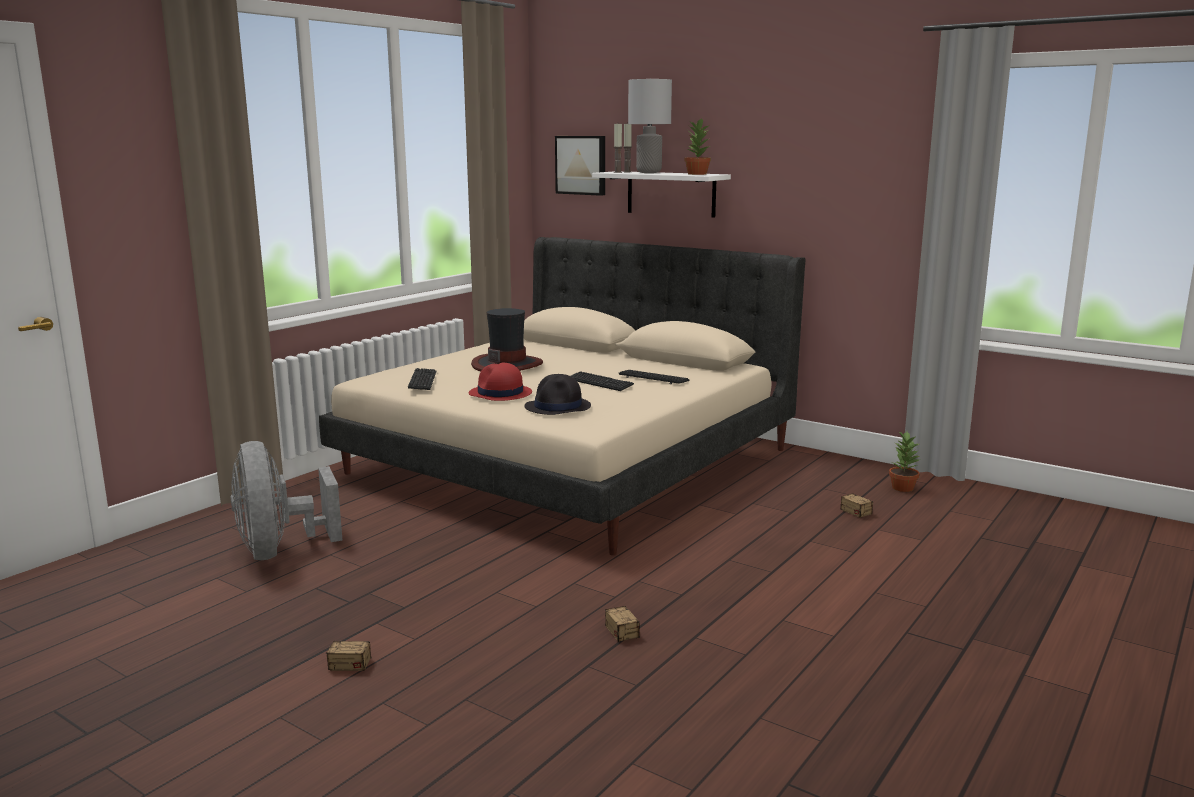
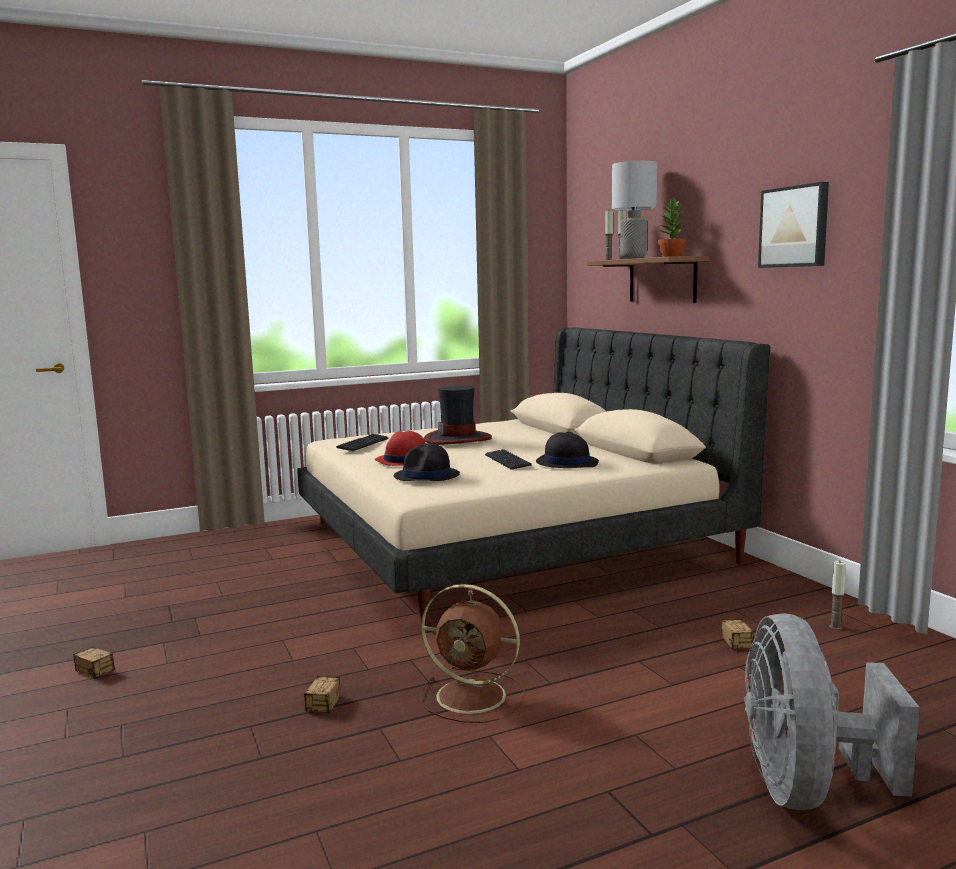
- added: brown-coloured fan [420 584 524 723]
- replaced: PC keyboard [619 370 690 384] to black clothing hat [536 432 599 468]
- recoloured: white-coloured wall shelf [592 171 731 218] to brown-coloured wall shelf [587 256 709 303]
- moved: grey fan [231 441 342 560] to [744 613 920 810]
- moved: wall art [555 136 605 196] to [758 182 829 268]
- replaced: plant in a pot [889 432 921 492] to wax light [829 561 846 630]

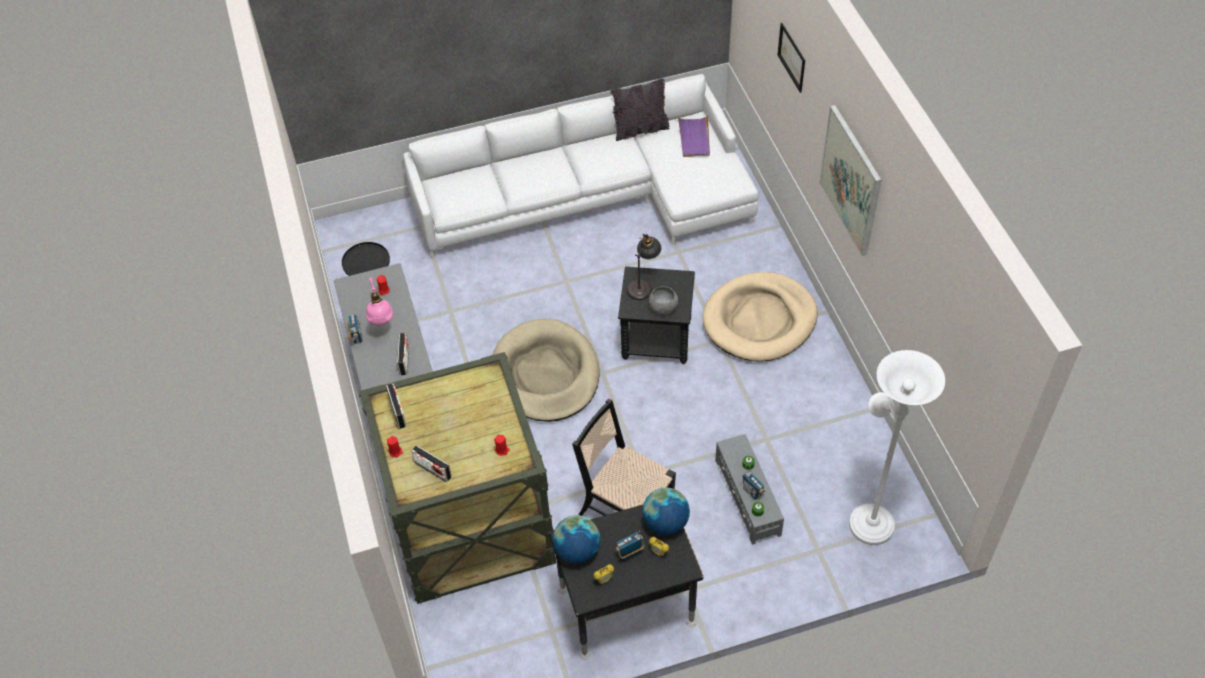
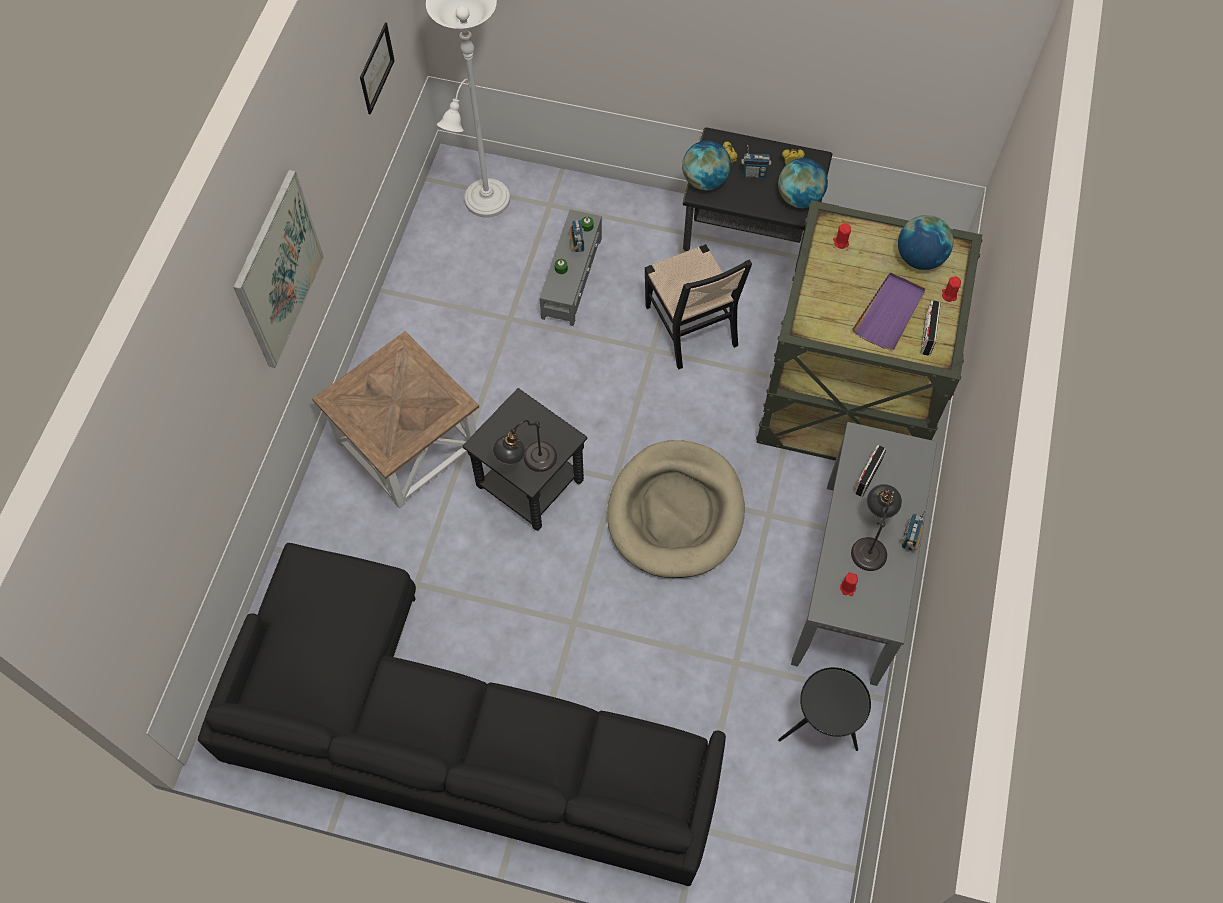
- recoloured: white-coloured settee [403 74 759 258] to black settee [198 543 726 886]
- replaced: beige-coloured dog bed [702 272 818 362] to brown-coloured end table [312 331 479 509]
- moved: wall art [778 23 805 93] to [360 23 395 115]
- recoloured: pink lamp for a table [366 277 393 326] to grey lamp for a table [851 484 902 571]
- moved: purplish carrying tray [678 115 710 157] to [852 272 925 350]
- replaced: radio receiver [412 445 452 482] to world globe [898 215 954 270]
- removed: black pillow [610 78 669 141]
- removed: grey serving bowl [649 286 678 315]

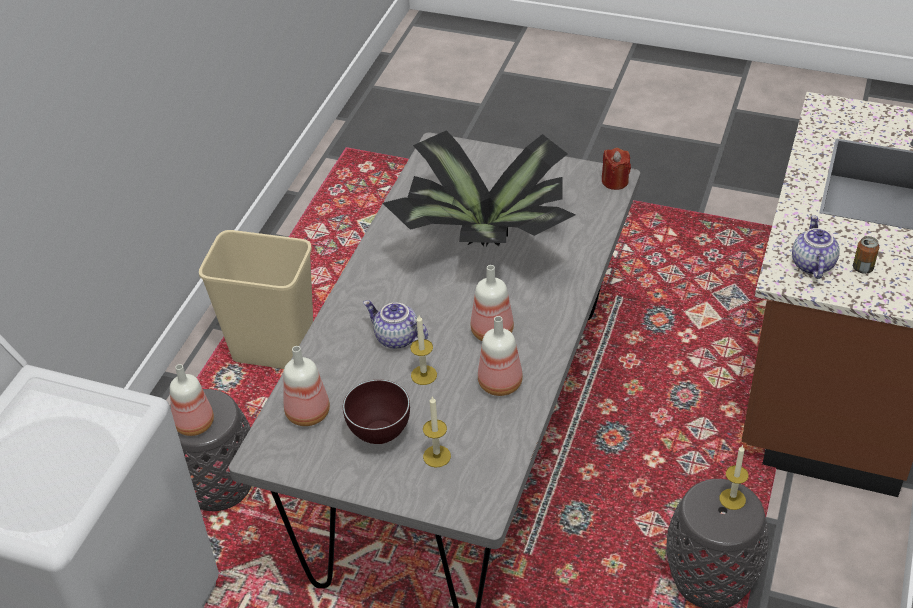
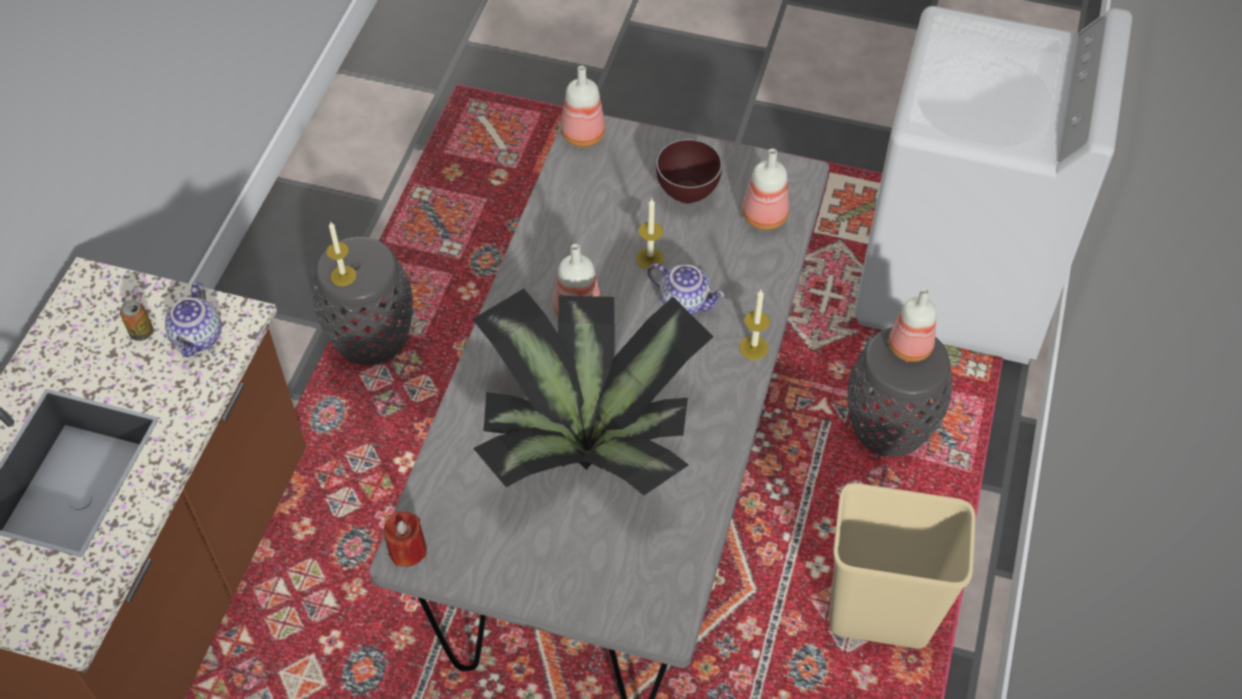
- moved: bottle [478 316 523 396] to [561 66 605 147]
- moved: wax light [423 396 451 468] to [739 290 770 360]

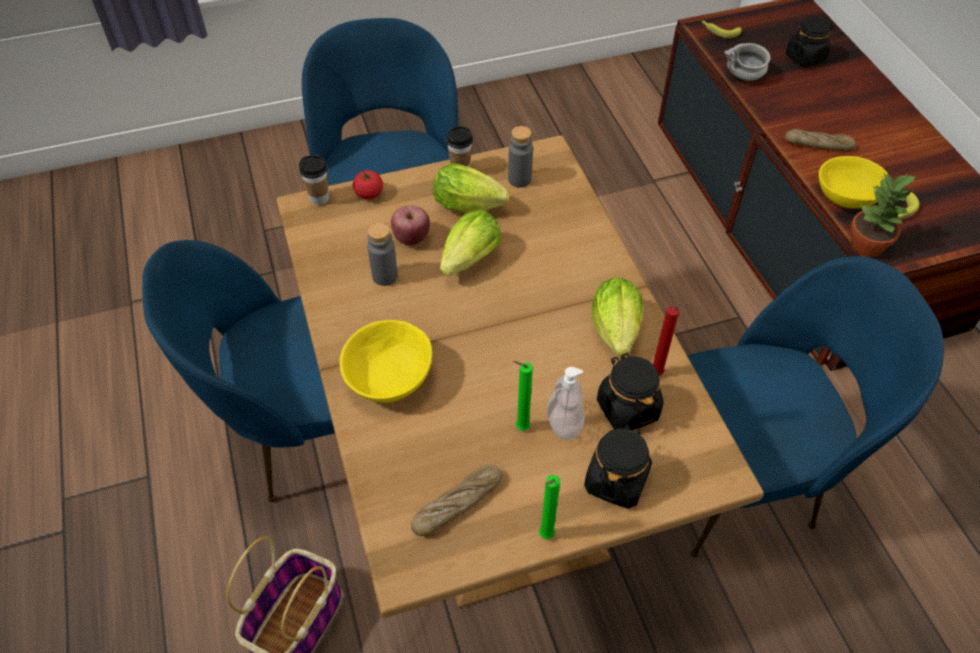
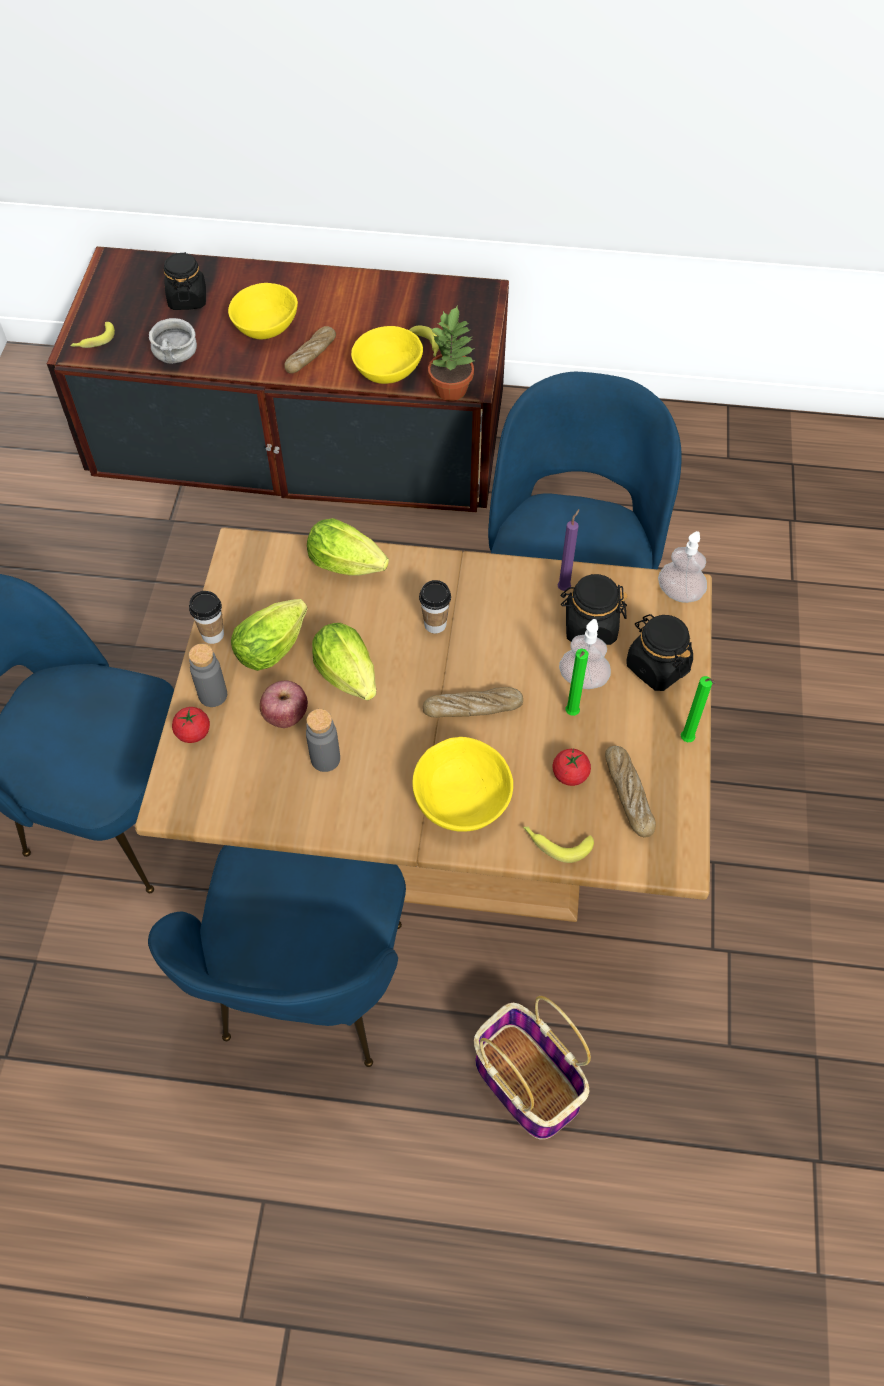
- moved: grey bottle [508 126 533 188] to [189 644 227 707]
- added: yellow-coloured serving bowl [228 283 298 339]
- moved: head of lettuce [592 277 643 357] to [307 518 389 576]
- moved: small cup [299 155 329 205] to [419 580 451 633]
- added: bakery bread [423 687 523 718]
- added: banana [523 827 594 863]
- added: whole tomato [553 749 591 786]
- recoloured: red wax light [653 303 688 376] to purplish wax light [558 509 579 591]
- added: soap bottle [658 531 707 603]

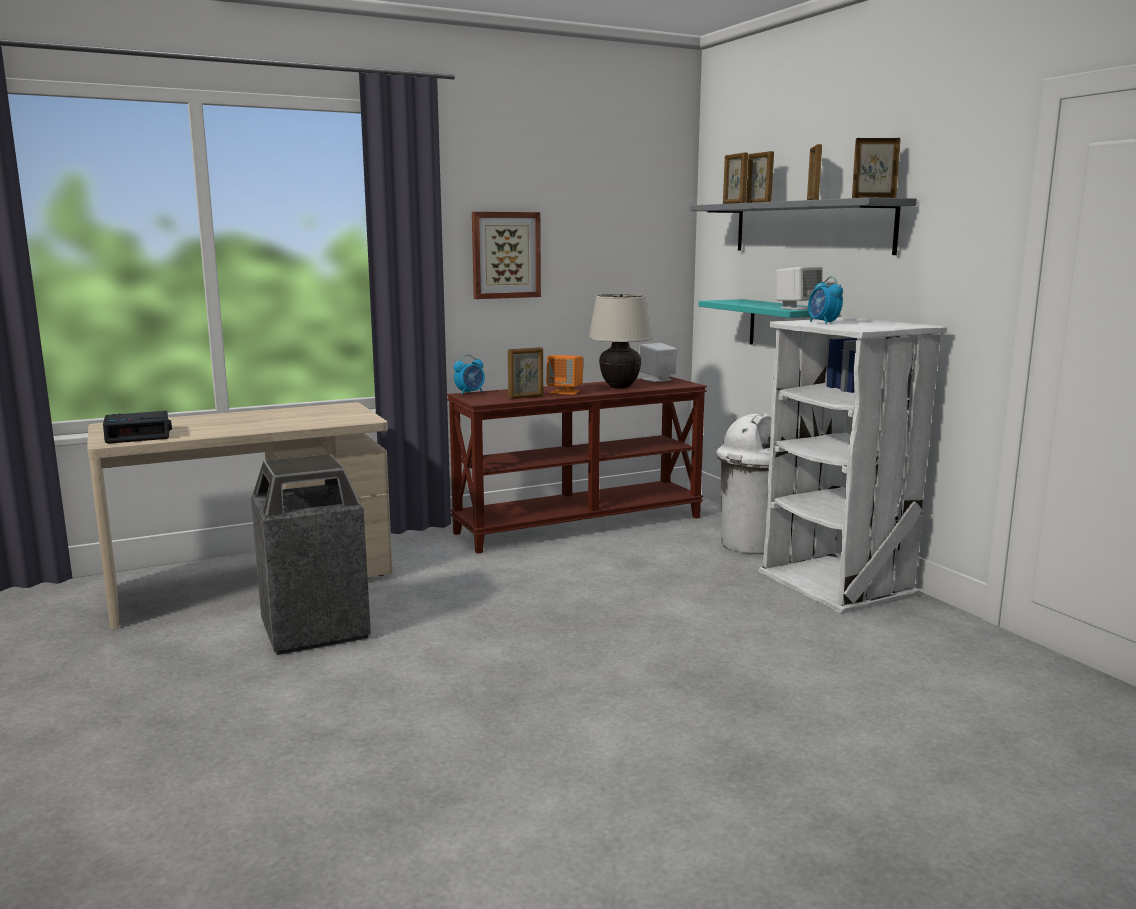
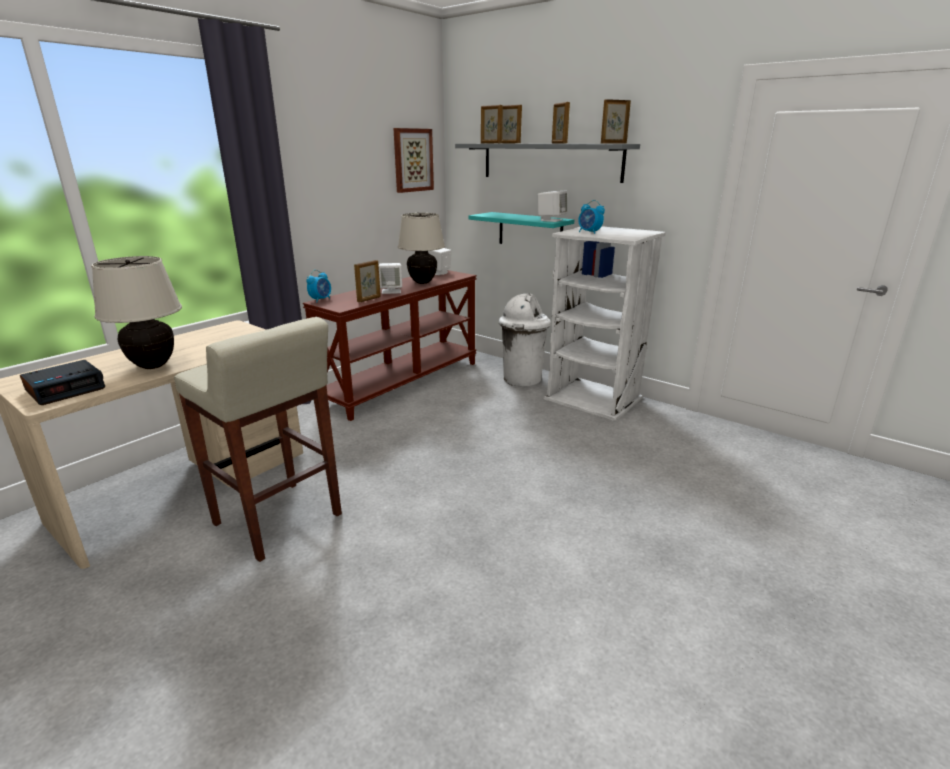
- added: beige-coloured lamp for a table [91 256 182 369]
- replaced: waste bin [251 454 371 655] to beige-coloured stool [174 317 342 562]
- recoloured: orange loudspeaker [546 355 583 395] to white-coloured loudspeaker [379 263 402 294]
- moved: wall art [472 212 541 299] to [393 128 434 193]

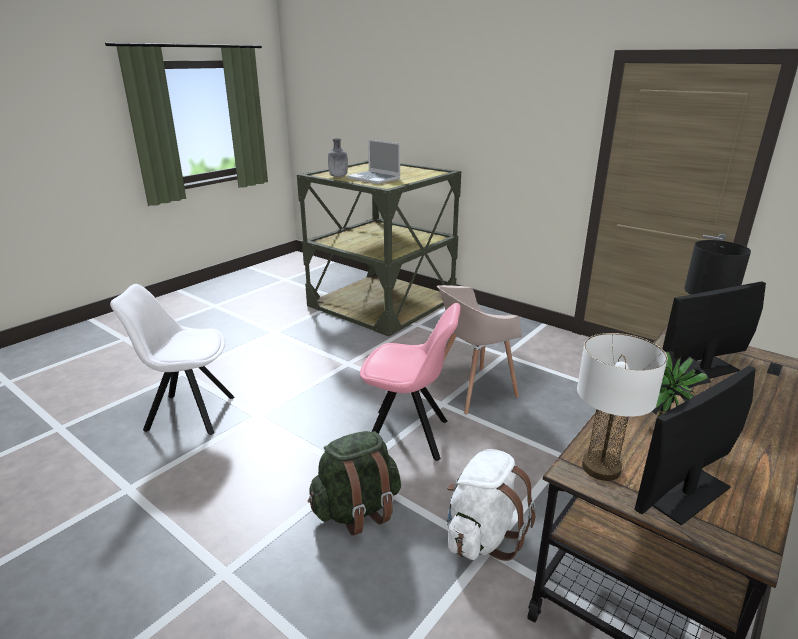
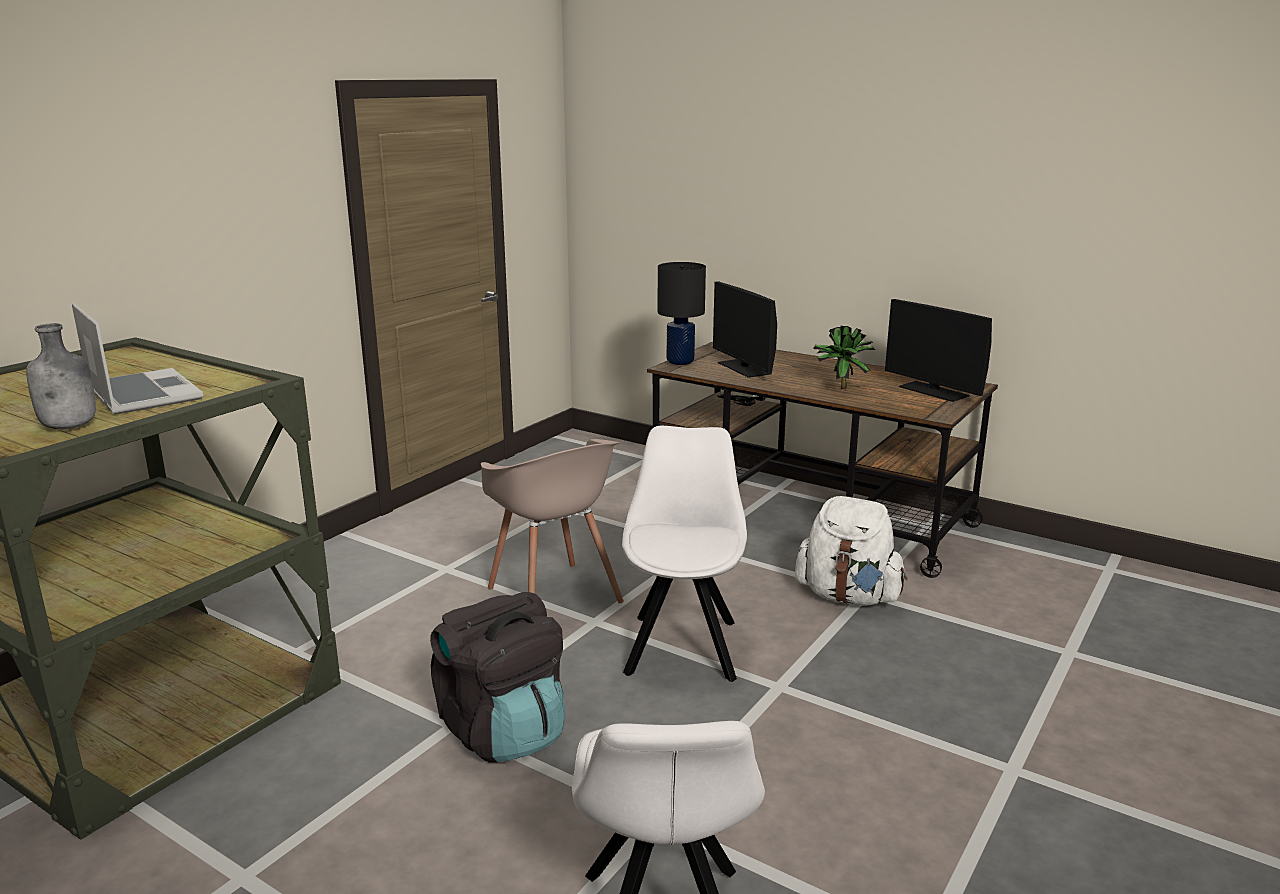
- turned: portable computer [347 139 401 184] = [72 303 203 415] 75 degrees counterclockwise
- added: black rucksack [430 592 565 762]
- recoloured: pink plain chair [360 303 461 461] to white-coloured plain chair [622 426 747 682]
- removed: green-coloured rucksack [308 431 401 536]
- removed: lamp for a table [577 333 668 481]

